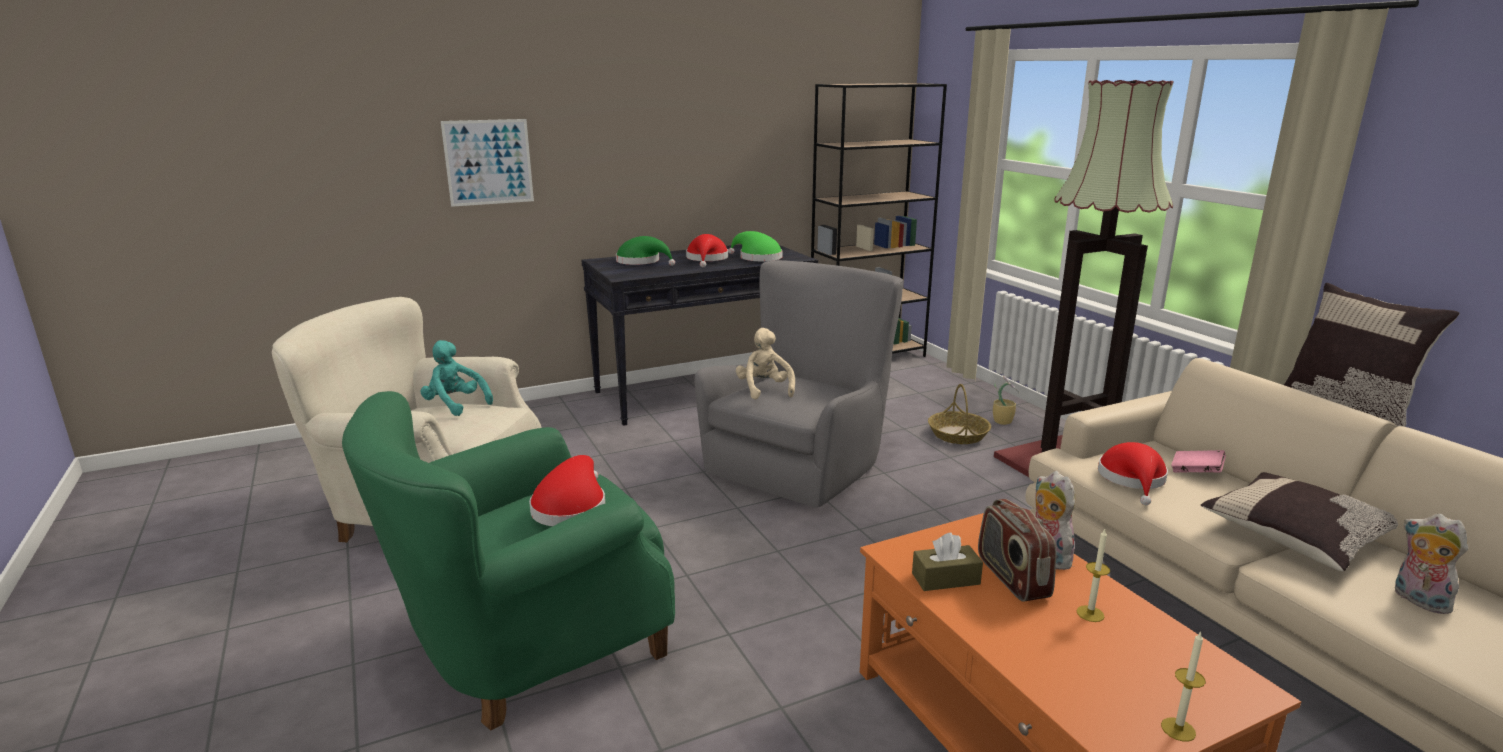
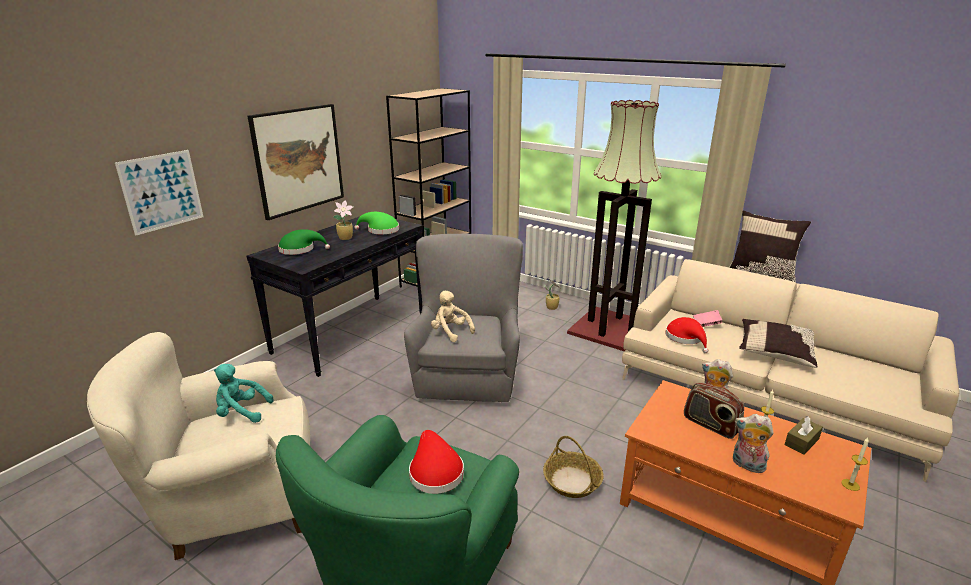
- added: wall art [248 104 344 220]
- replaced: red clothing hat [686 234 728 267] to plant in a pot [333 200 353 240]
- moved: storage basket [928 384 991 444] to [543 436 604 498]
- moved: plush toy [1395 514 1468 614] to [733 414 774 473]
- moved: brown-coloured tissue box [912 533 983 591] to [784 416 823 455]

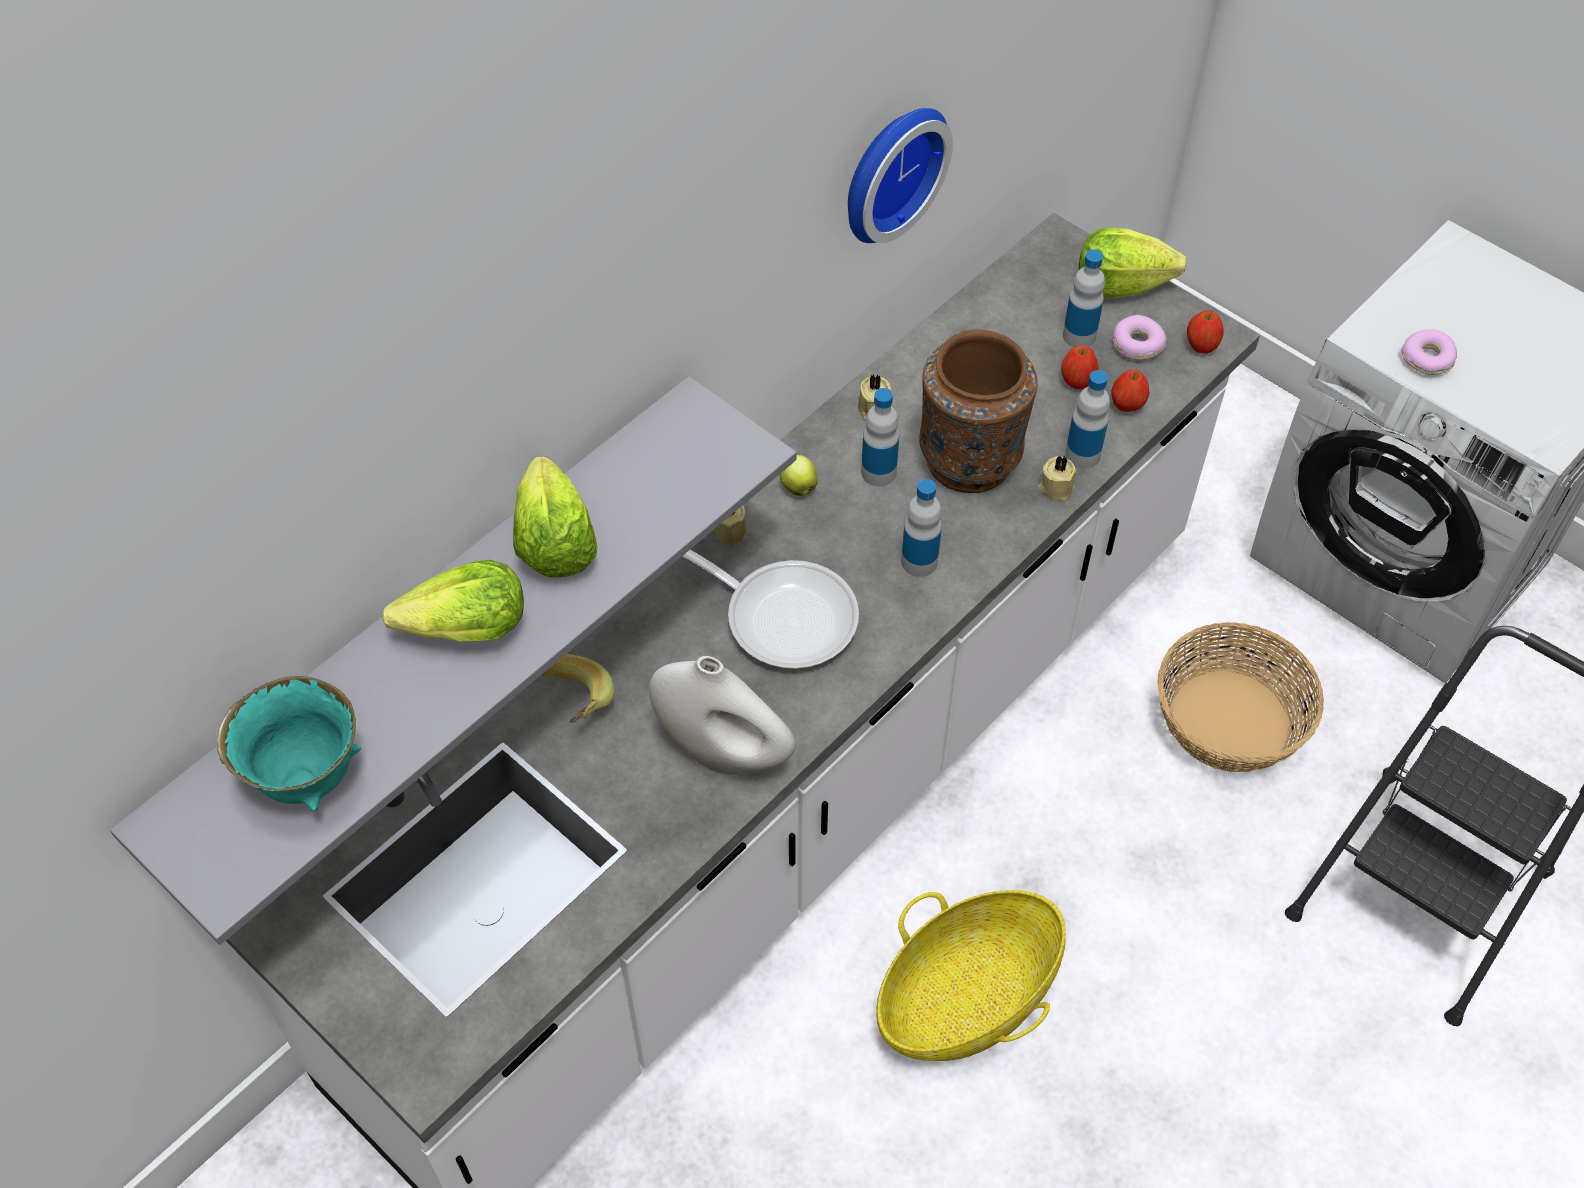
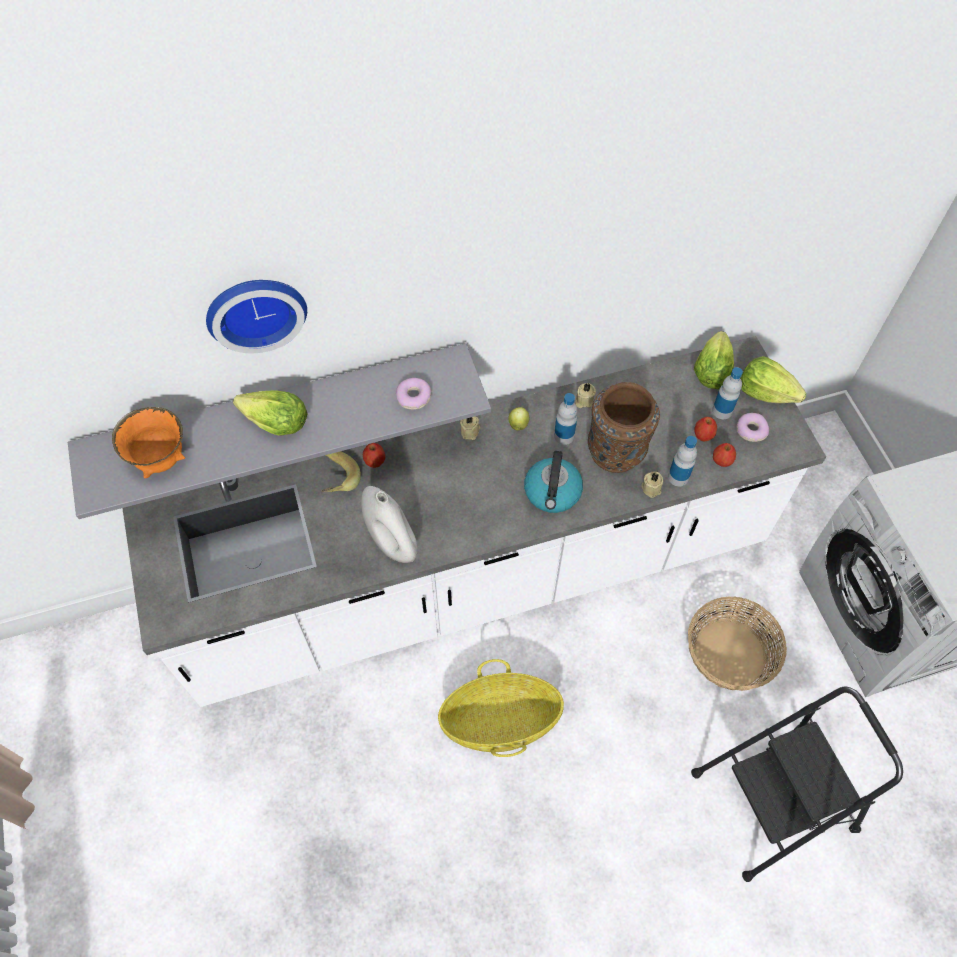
- recoloured: turquoise serving bowl [217 676 361 812] to orange serving bowl [112 407 185 478]
- moved: wall clock [848 108 953 243] to [206 280 307 353]
- moved: apple fruit [1187 310 1224 354] to [363 443 385 468]
- moved: donut [1401 329 1457 375] to [396 378 432 410]
- replaced: bottle [901 479 942 577] to water kettle [524 451 583 513]
- moved: head of lettuce [513 457 597 578] to [694 331 734 389]
- removed: pan [682 550 859 669]

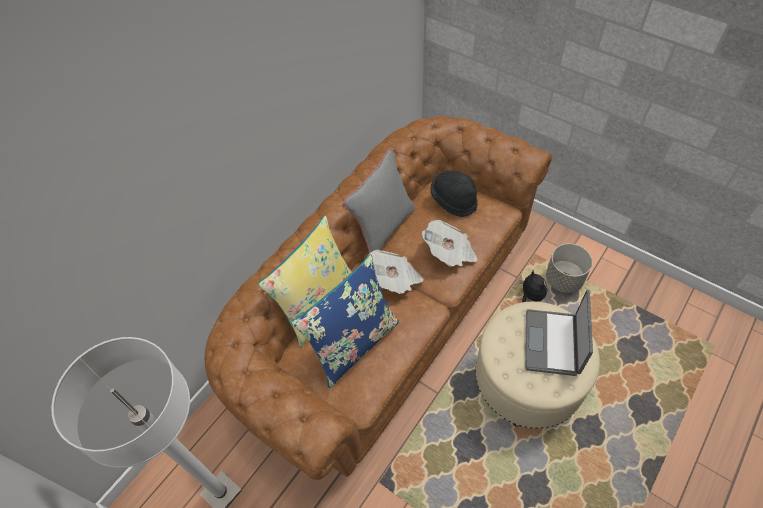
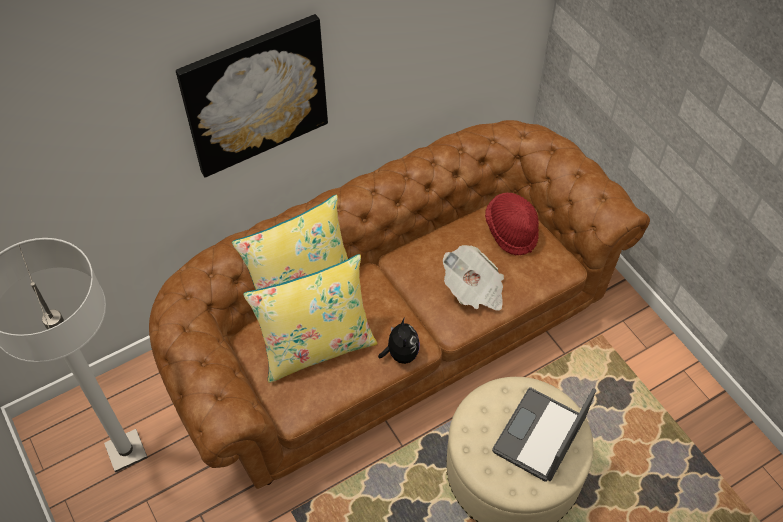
- added: wall art [176 14 328 178]
- recoloured: blue pillow [291 254 399 388] to yellow-coloured pillow [243 254 377 383]
- moved: plush toy [519 270 547 302] to [378 317 420 364]
- recoloured: black clothing hat [431 171 478 217] to red clothing hat [485 193 539 256]
- removed: grey pillow [343 149 415 253]
- removed: printed paper [367 250 423 294]
- removed: grey planter [546 244 592 293]

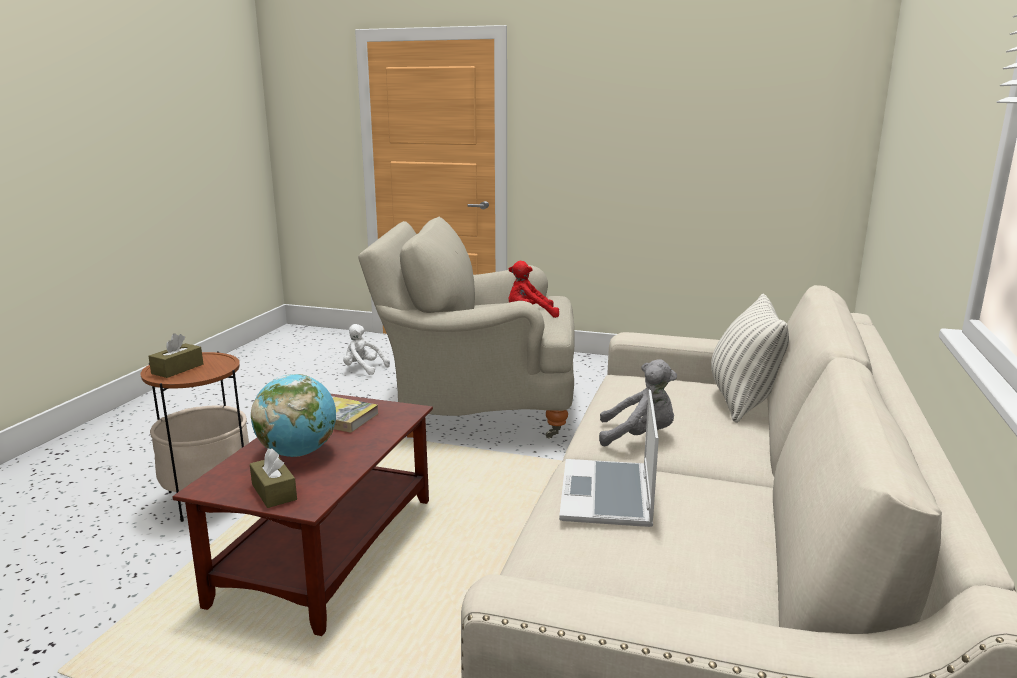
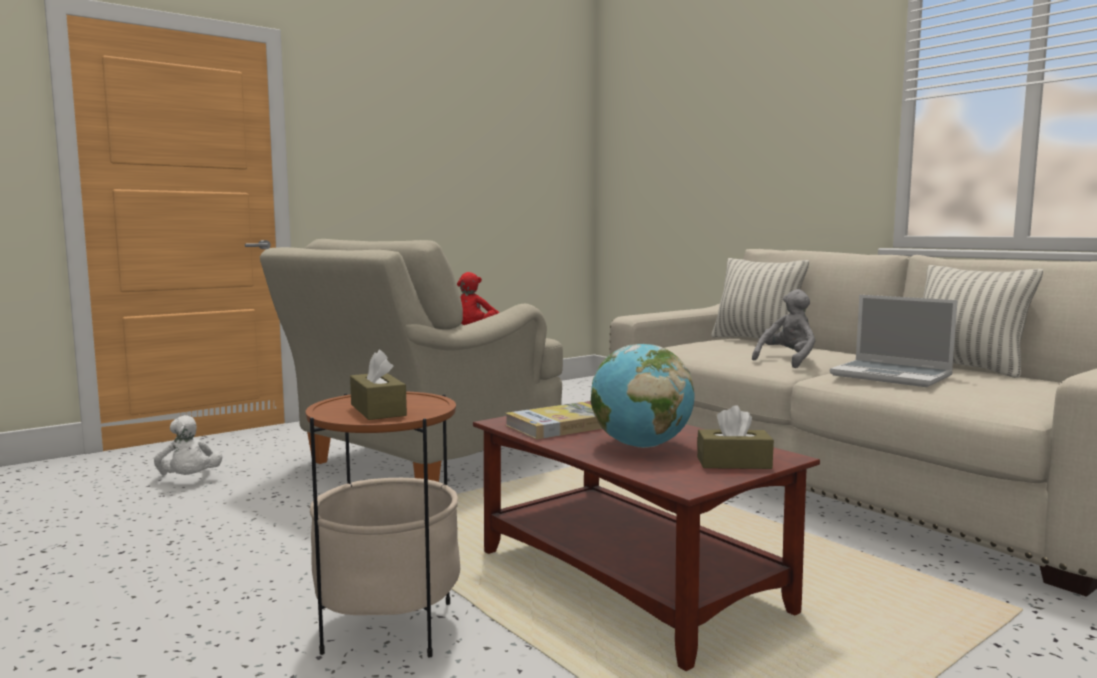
- turned: white-coloured plush toy [343 324 390 375] = [154 415 223 475] 90 degrees counterclockwise
- added: pillow [923 265 1043 378]

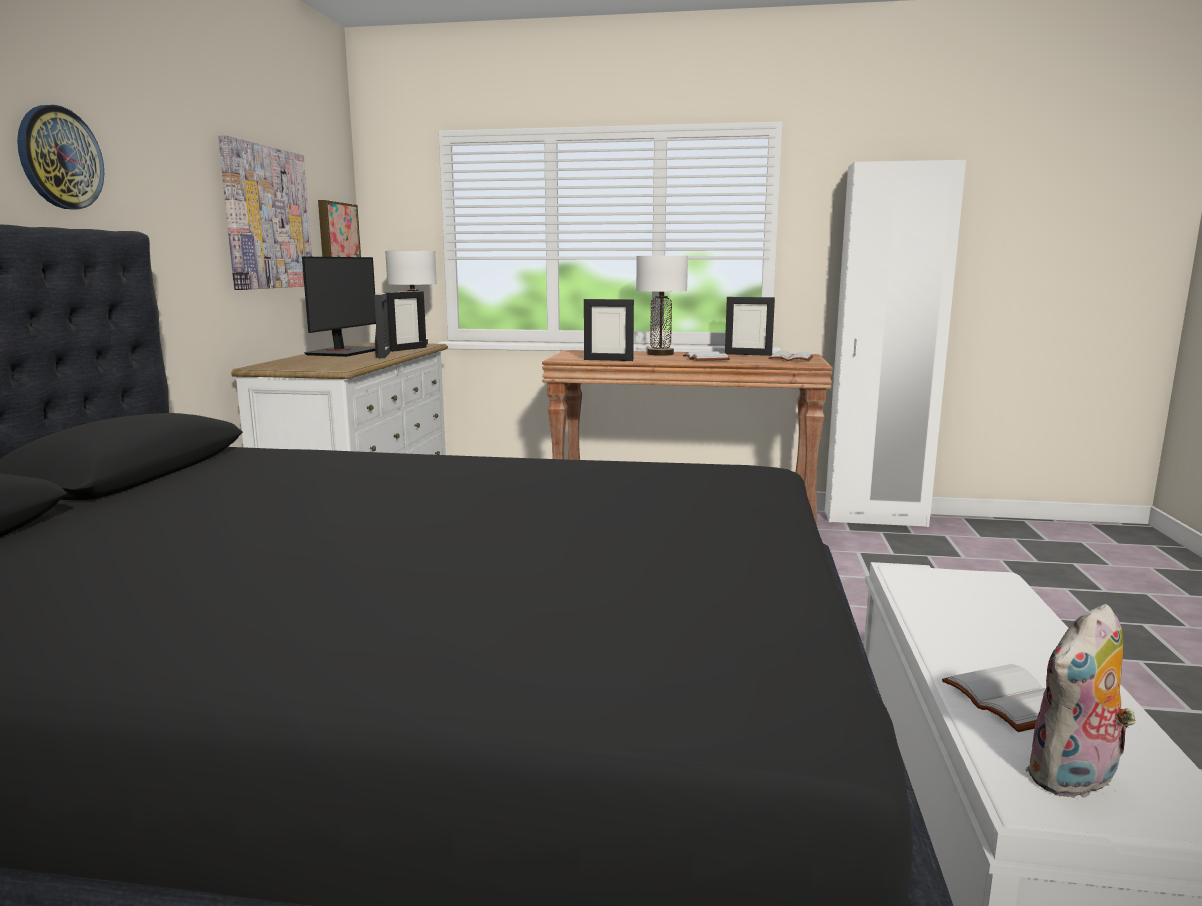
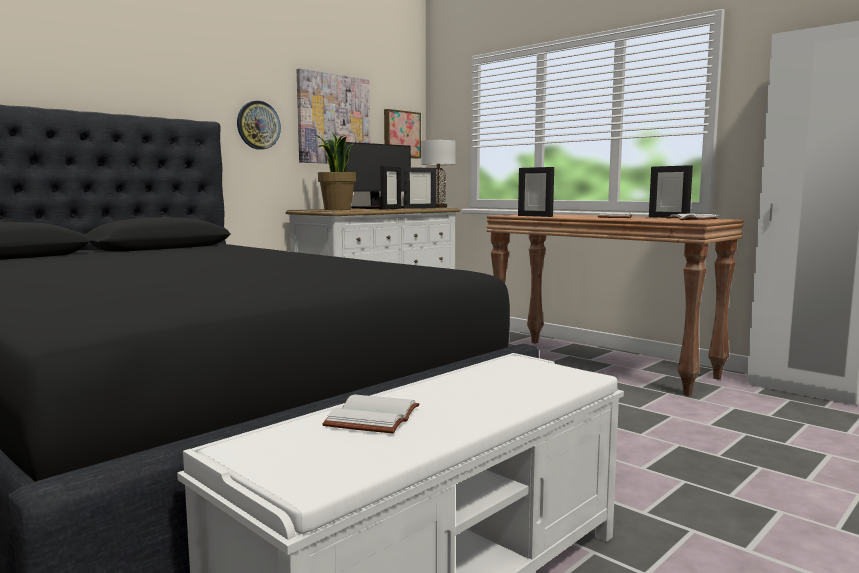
- moved: wall clock [17 105 104 209] to [237 101 281 150]
- added: plant in a pot [314 132 356 210]
- removed: lamp for a table [636 256 688 356]
- removed: plush toy [1025 604 1136 800]

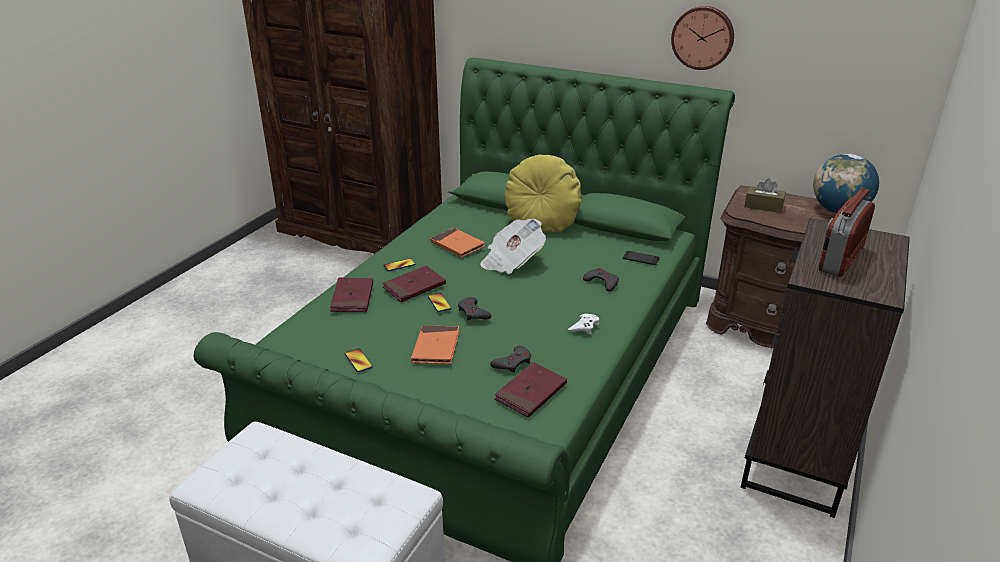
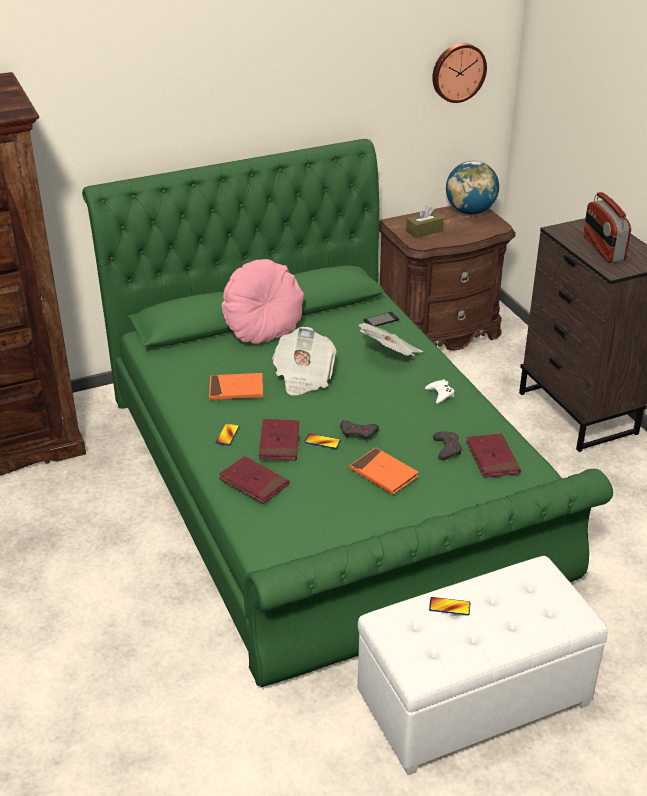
- recoloured: yellow-coloured pillow [505 154 581 232] to pink pillow [222 259 304 344]
- replaced: grey joypad [583 268 619 292] to printed paper [359 323 423 356]
- moved: telephone [345 348 373 372] to [429 597 470 615]
- moved: wall clock [671 6 734 70] to [432 43 487 103]

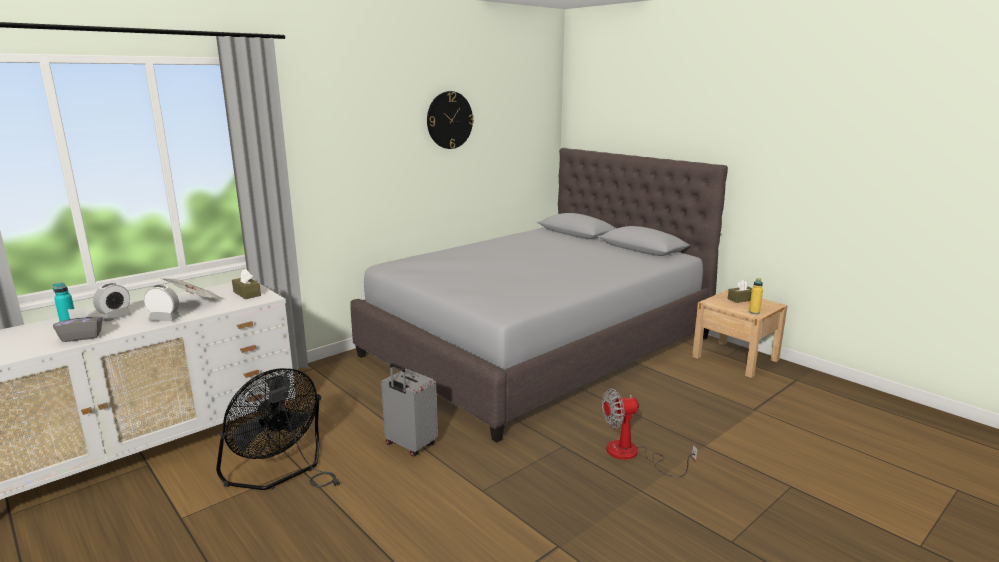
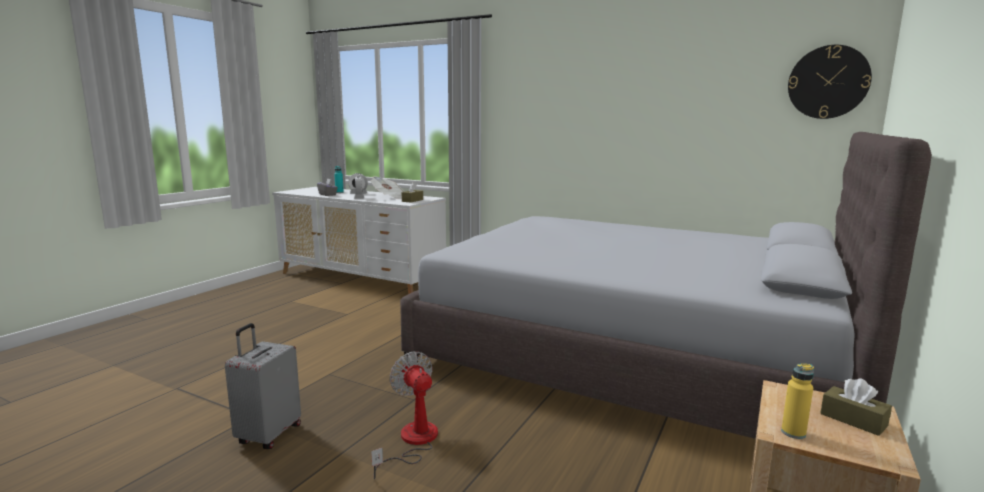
- moved: grey piece of luggage [381 363 438 456] to [225 323 301 449]
- moved: wall clock [427 91 474 149] to [788 45 872 119]
- removed: black fan [216 368 340 490]

